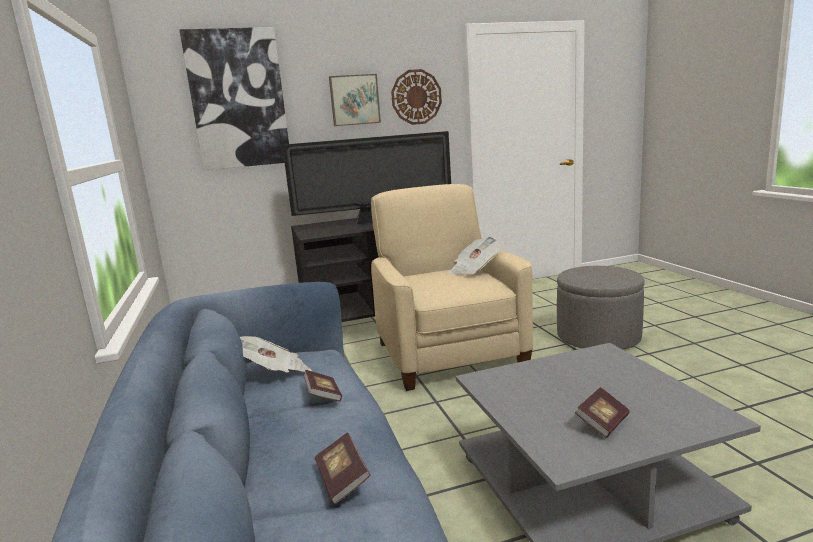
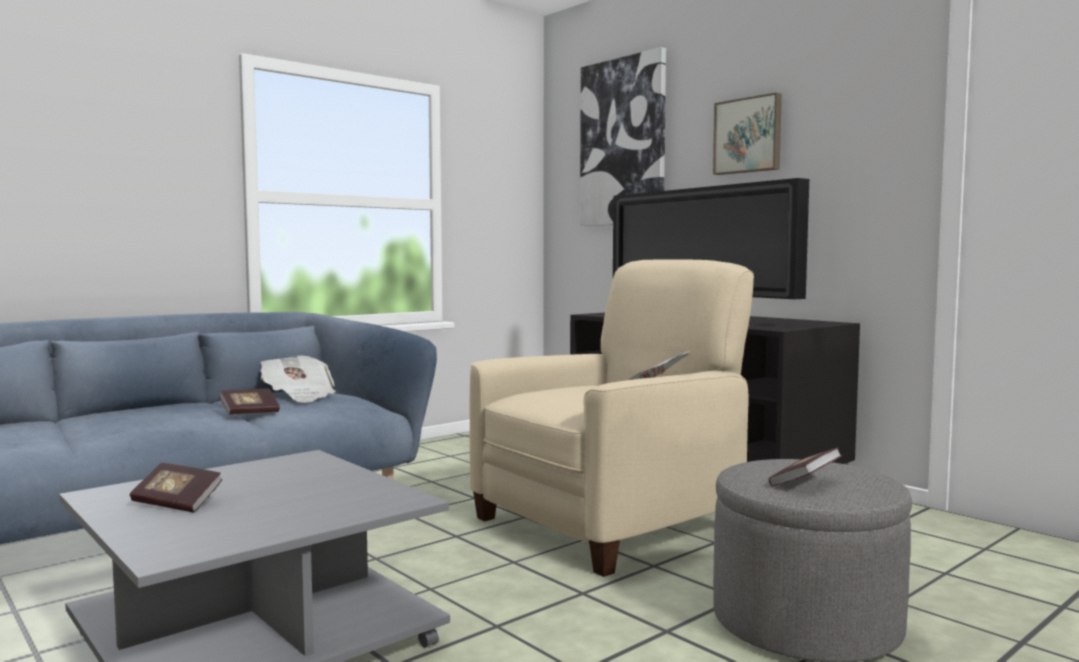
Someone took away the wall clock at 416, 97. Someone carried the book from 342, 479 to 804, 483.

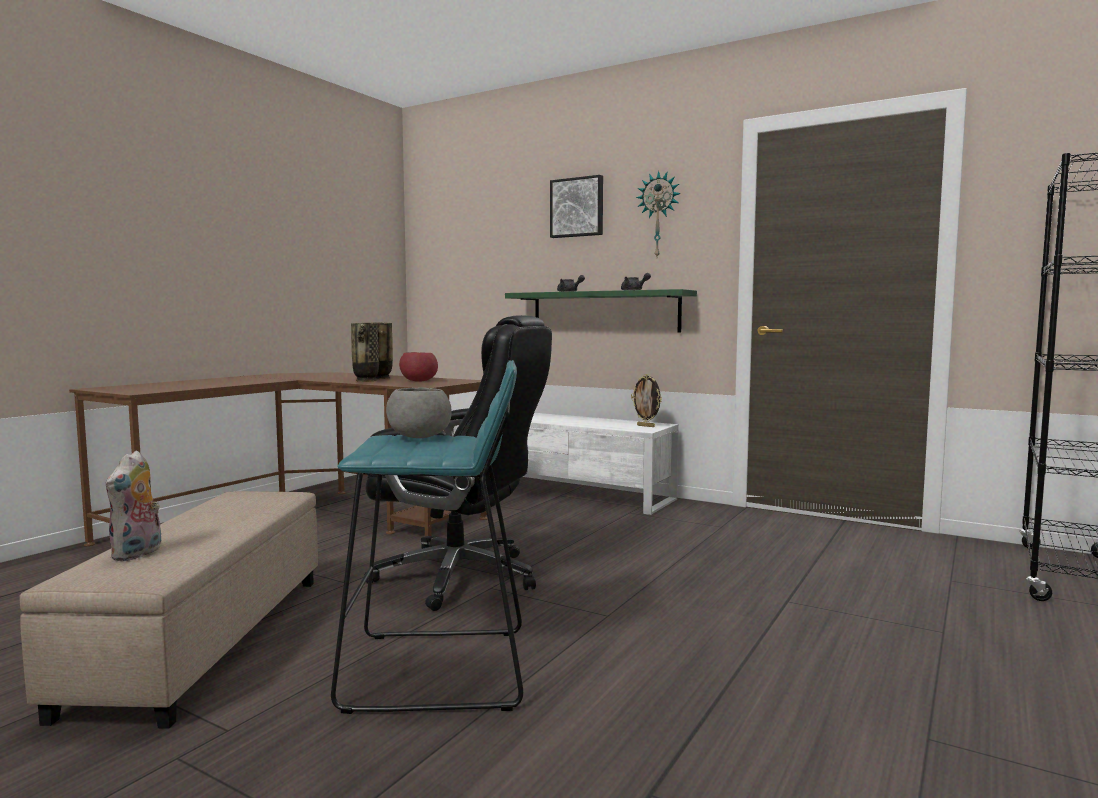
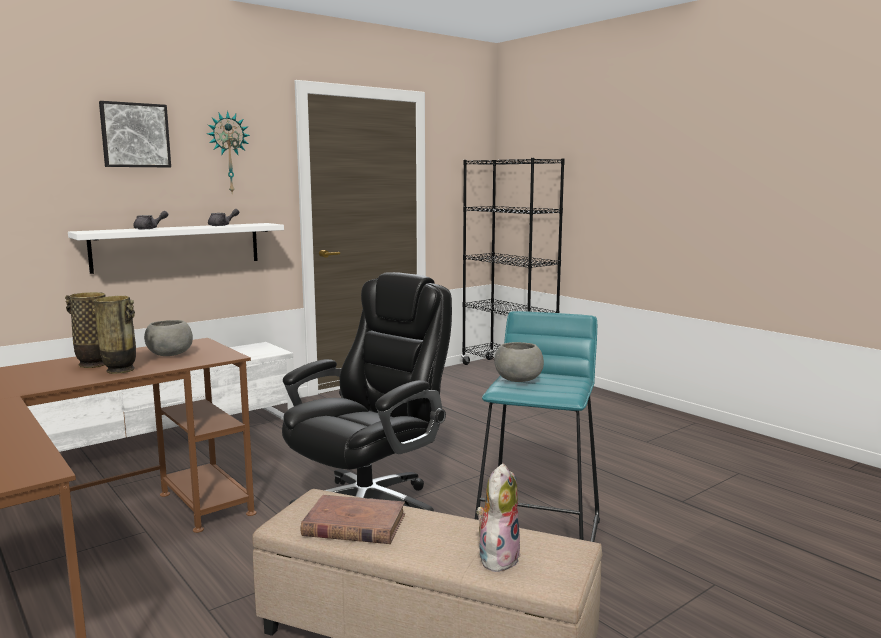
Someone took away the picture frame at 646, 426. Someone put down the book in brown at 353, 525. Someone repainted the bowl in red at 418, 381, which became the bowl in grey at 170, 355. Someone repainted the shelf in green at 604, 312, which became the shelf in white at 177, 246. Someone rotated the plush toy at 138, 554 by 90 degrees counterclockwise.

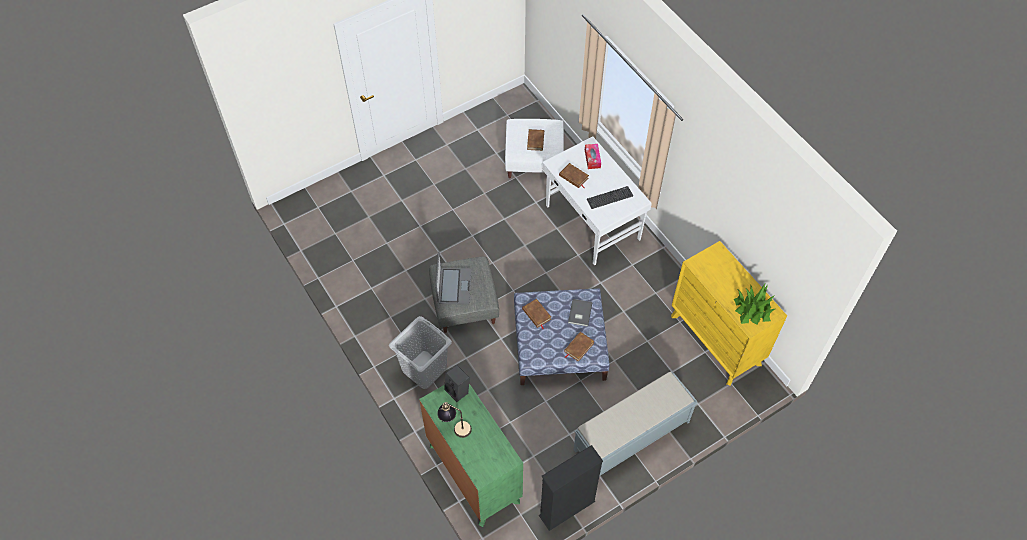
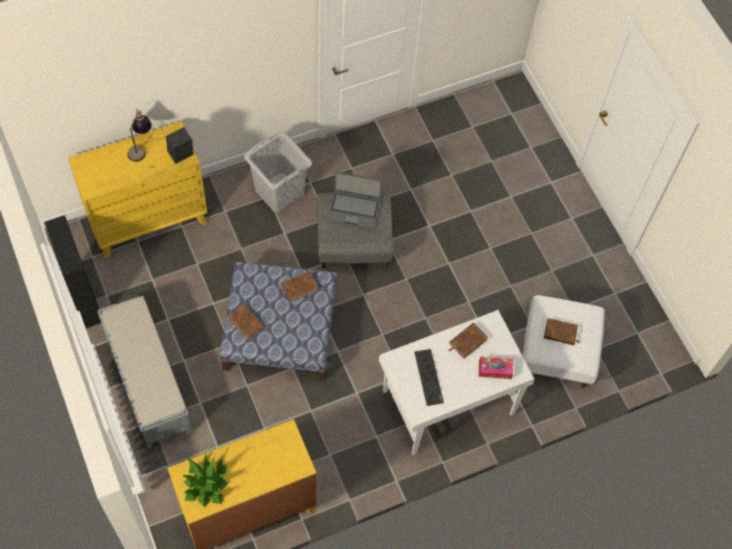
Someone took away the book in grey at 579, 313. Someone repainted the dresser in green at 473, 473, which became the dresser in yellow at 148, 221.

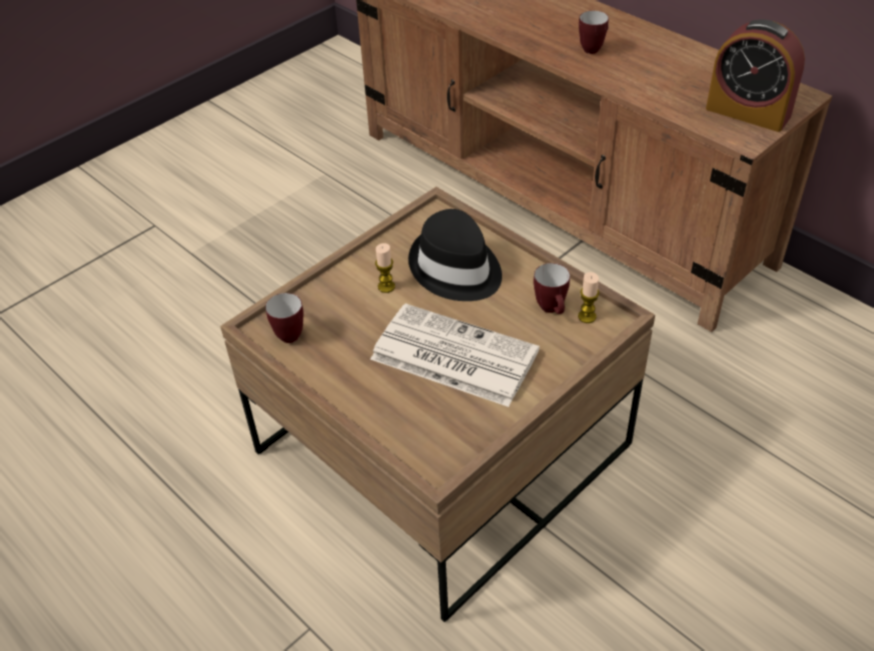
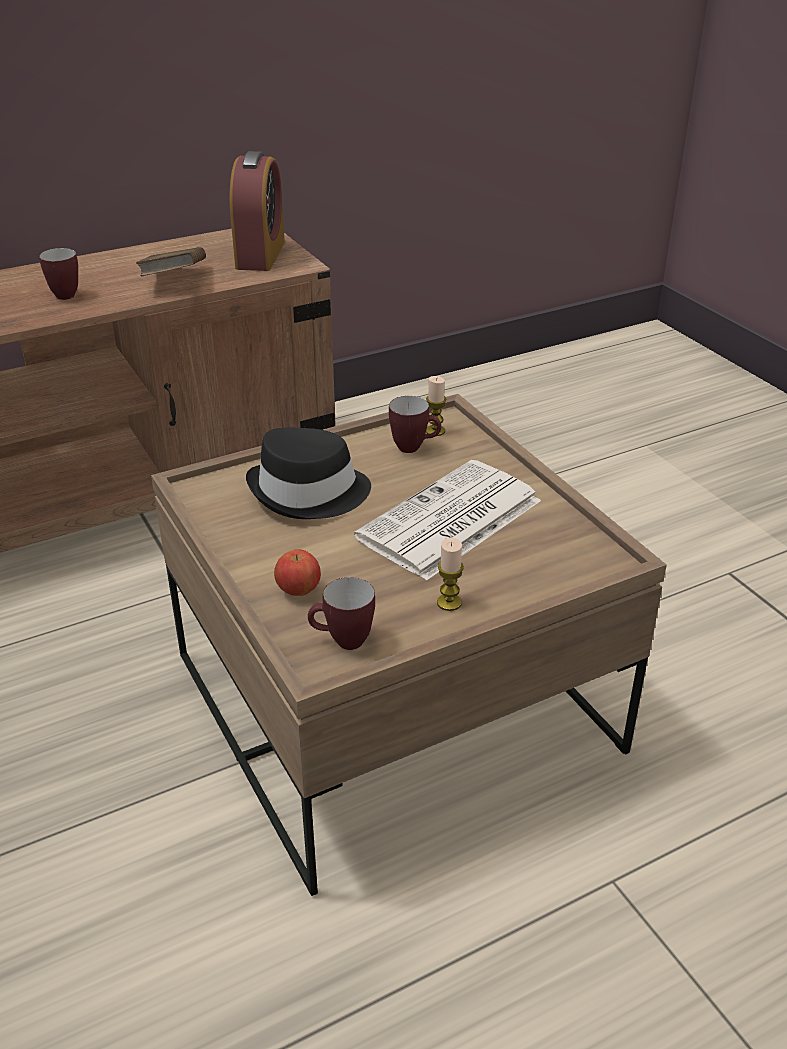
Someone put down the book in brown at 174, 281. Someone put down the apple at 298, 591. Someone carried the candle from 386, 286 to 449, 603. Someone rotated the alarm clock at 748, 112 by 45 degrees counterclockwise.

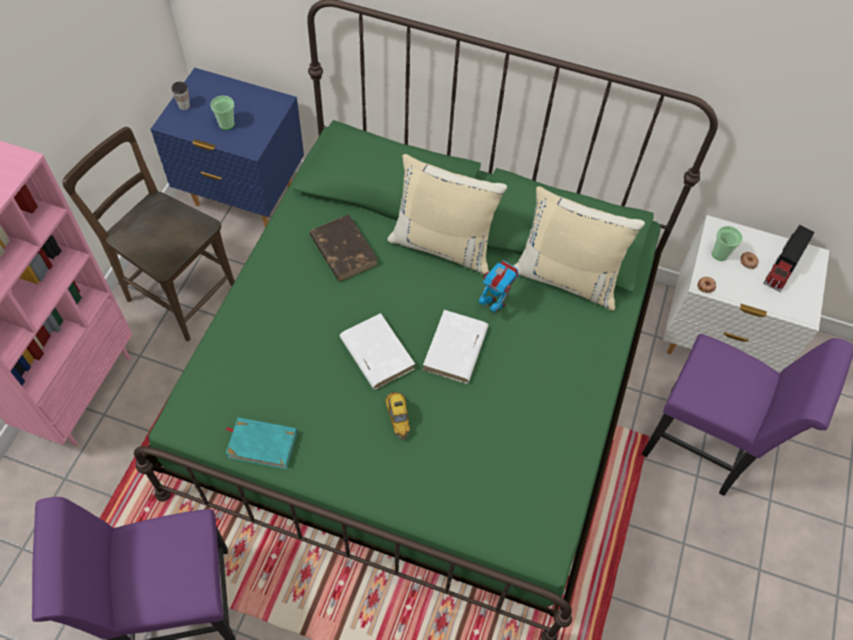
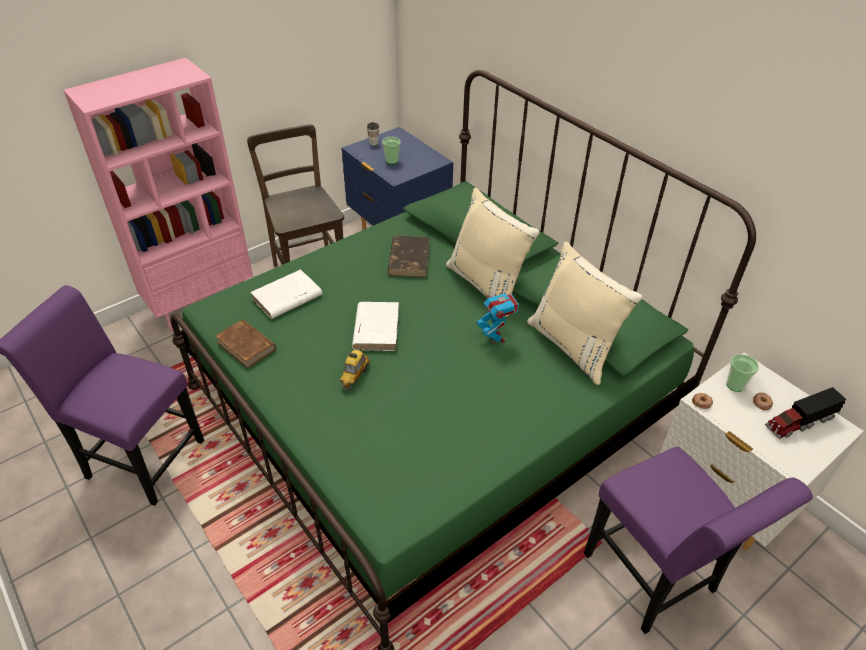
Someone carried the book in white from 455, 349 to 286, 298. Someone repainted the book in turquoise at 262, 444, which became the book in brown at 246, 345.

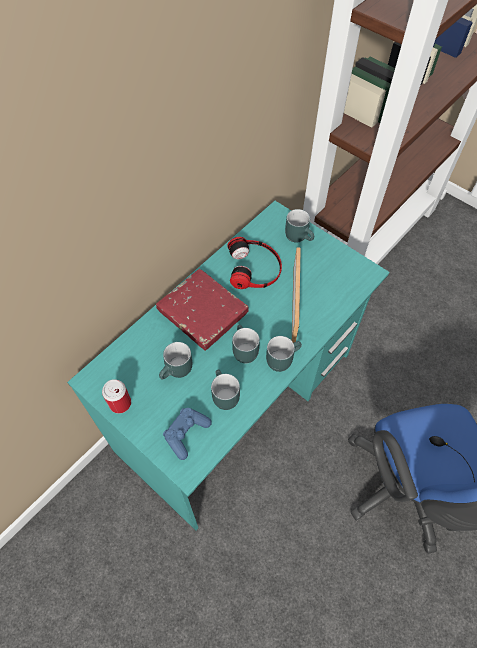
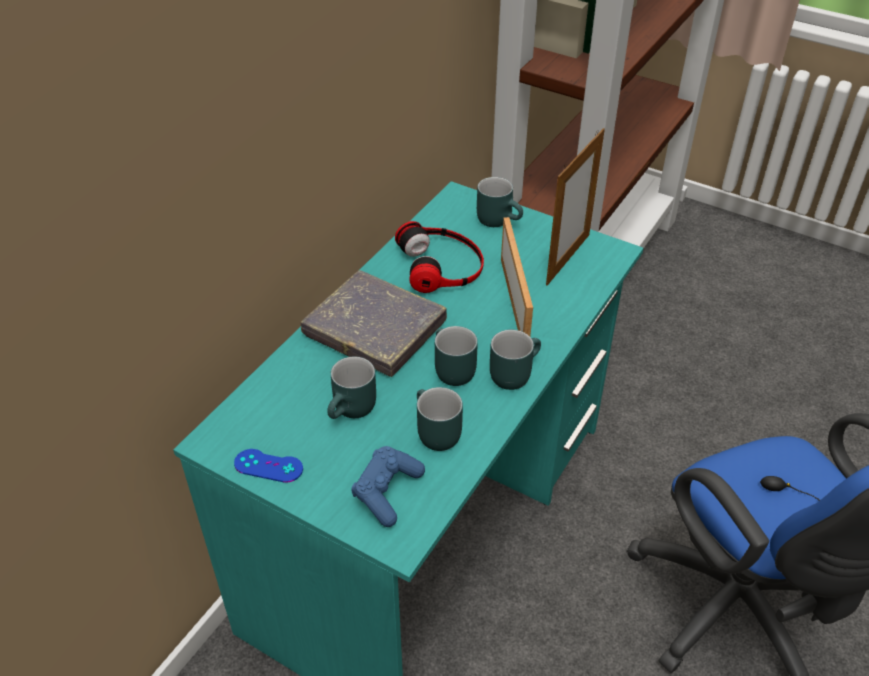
Someone put down the picture frame at 568, 259. Someone swapped the can at 120, 403 for the game controller in blue at 268, 466. Someone repainted the book in red at 202, 311, which became the book in grey at 375, 328.

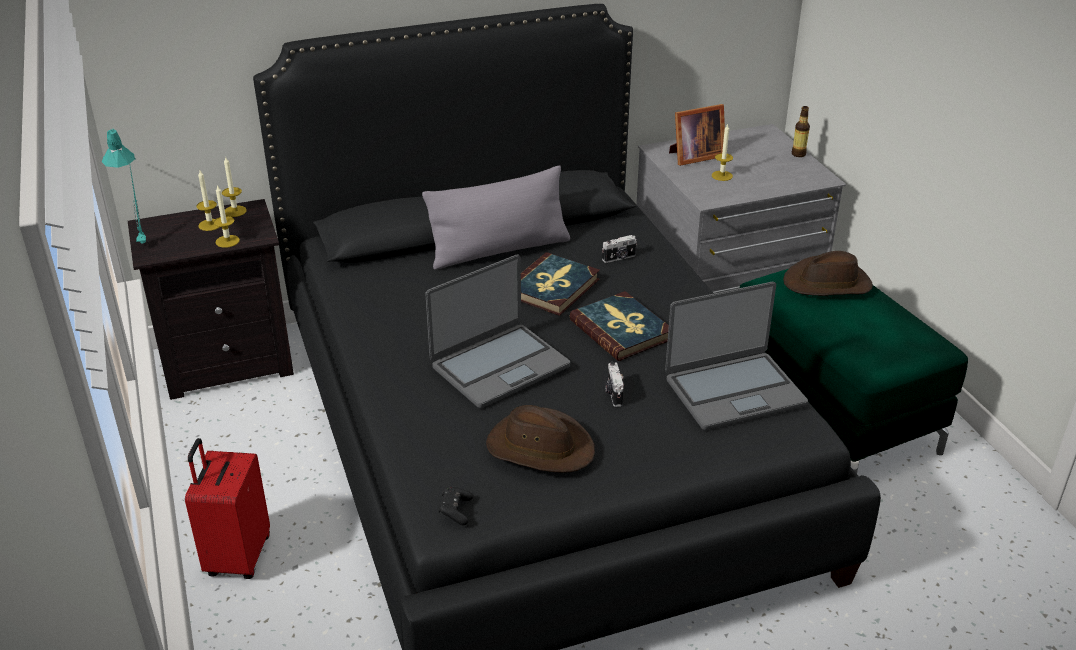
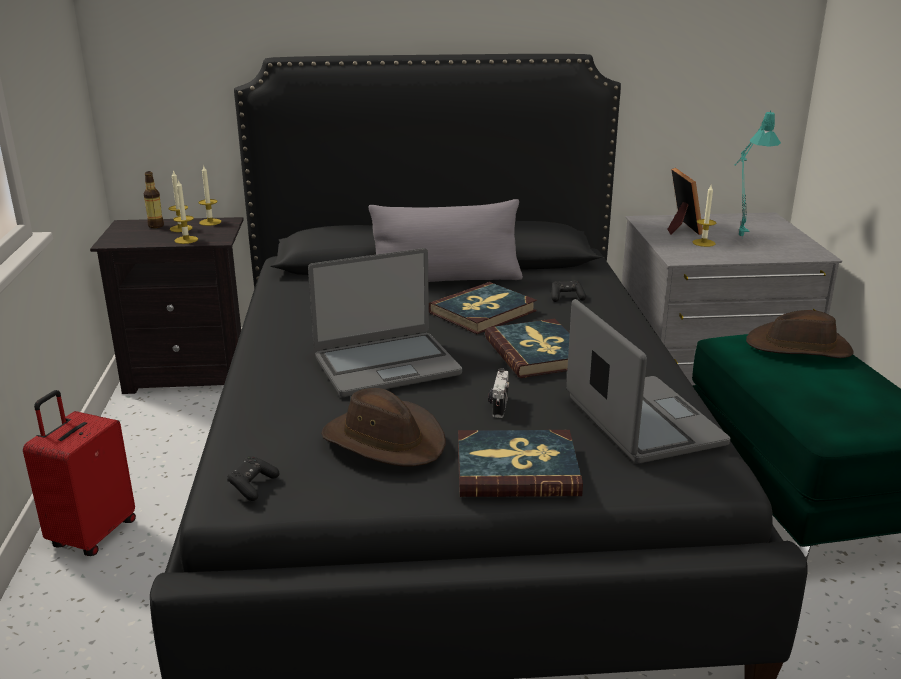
Someone put down the book at 516, 469. Someone carried the table lamp in turquoise from 143, 240 to 738, 235. Someone carried the bottle from 798, 154 to 156, 226. Someone swapped the photo camera at 619, 258 for the game controller in black at 566, 297. Someone rotated the laptop at 734, 391 by 105 degrees counterclockwise. Someone rotated the picture frame at 694, 156 by 90 degrees counterclockwise.

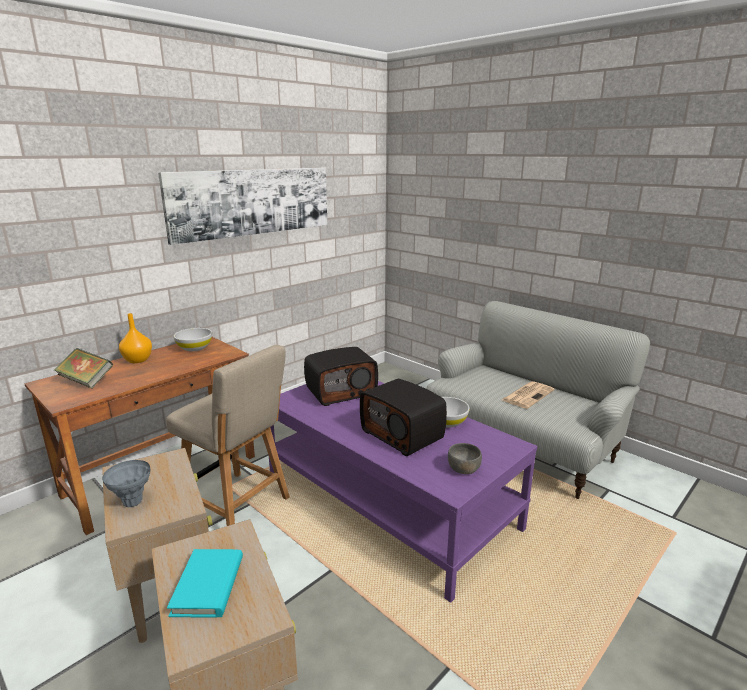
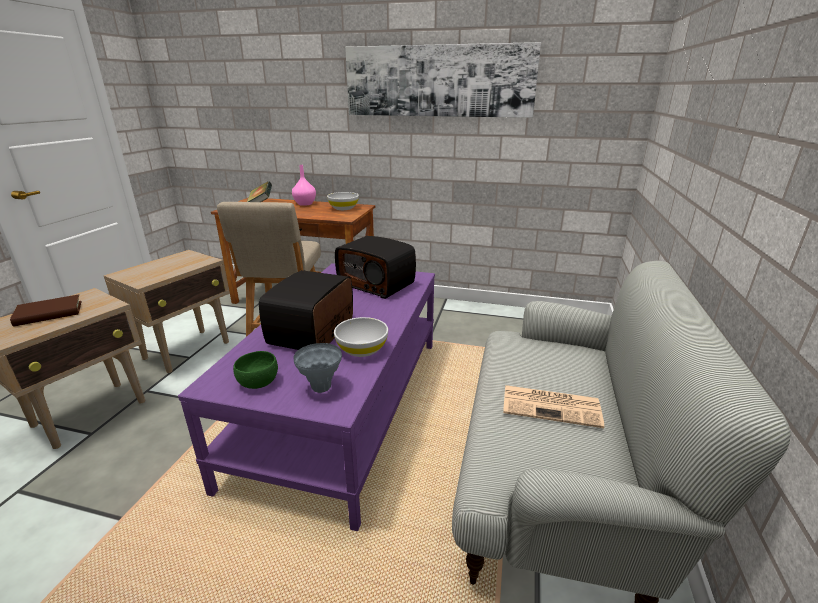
Someone carried the vase in grey from 132, 502 to 321, 388. Someone repainted the vase in orange at 138, 360, which became the vase in pink at 305, 204. Someone repainted the book in turquoise at 208, 586, which became the book in brown at 49, 313. Someone repainted the bowl in grey at 463, 469, which became the bowl in green at 258, 382.

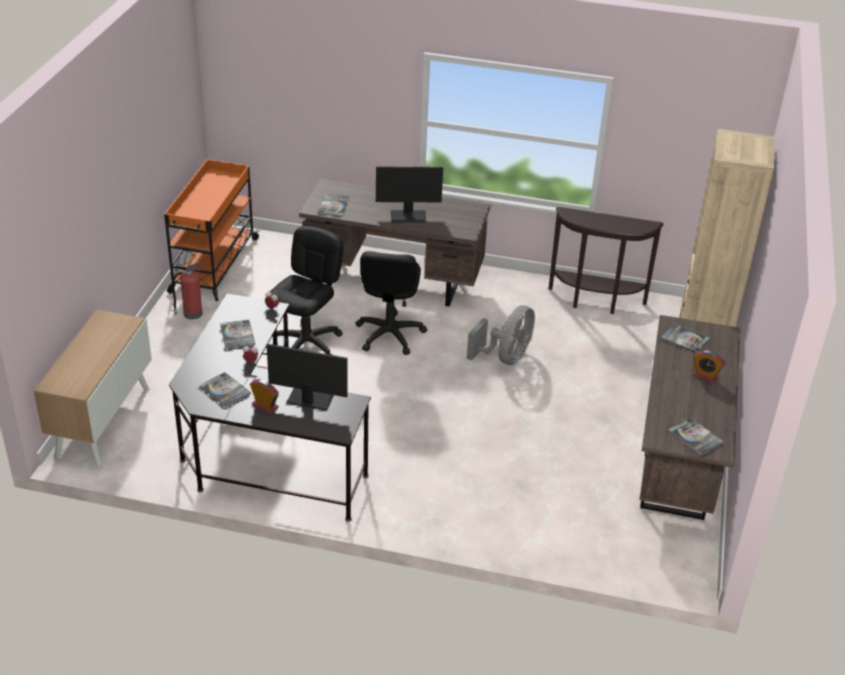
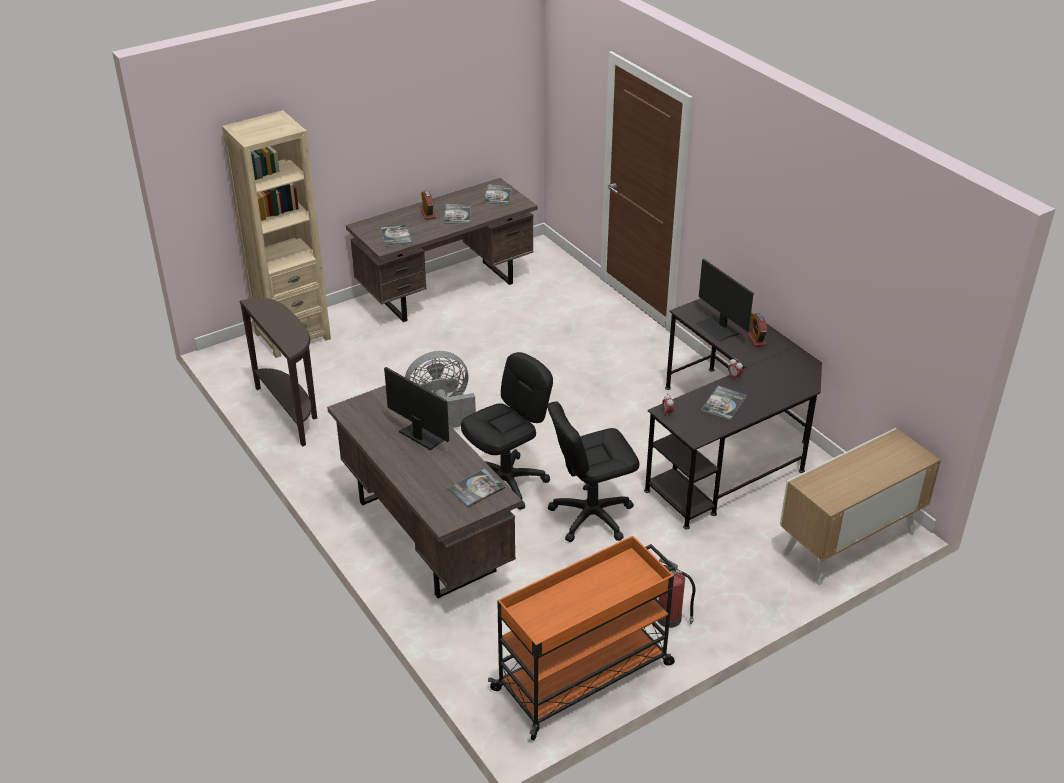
Someone carried the book from 225, 390 to 457, 214.

